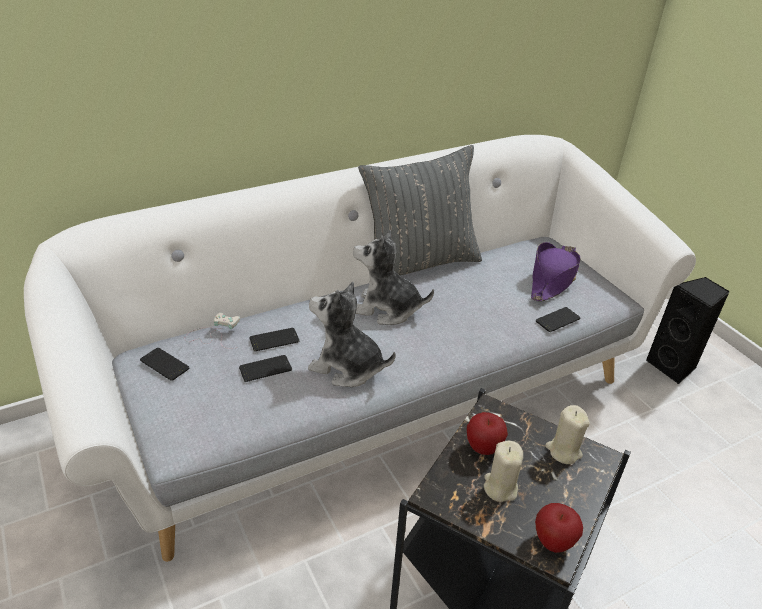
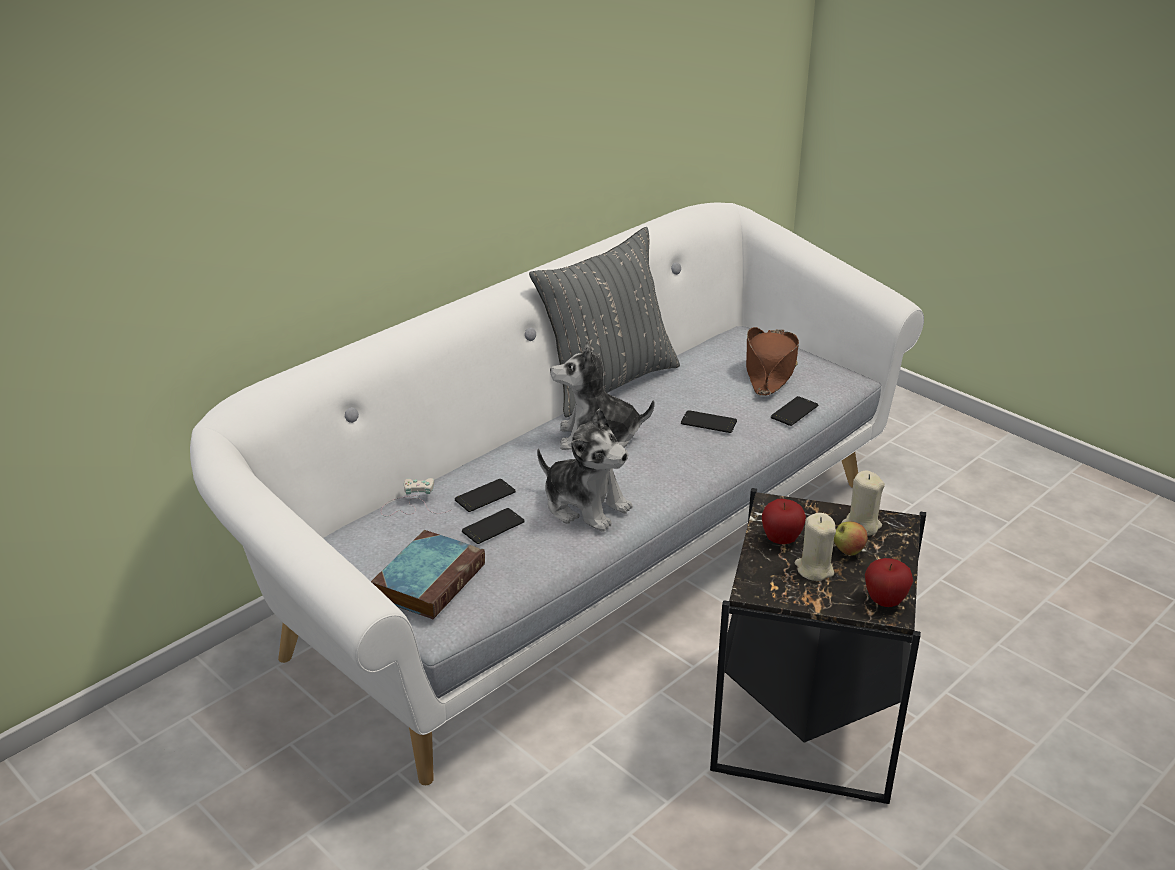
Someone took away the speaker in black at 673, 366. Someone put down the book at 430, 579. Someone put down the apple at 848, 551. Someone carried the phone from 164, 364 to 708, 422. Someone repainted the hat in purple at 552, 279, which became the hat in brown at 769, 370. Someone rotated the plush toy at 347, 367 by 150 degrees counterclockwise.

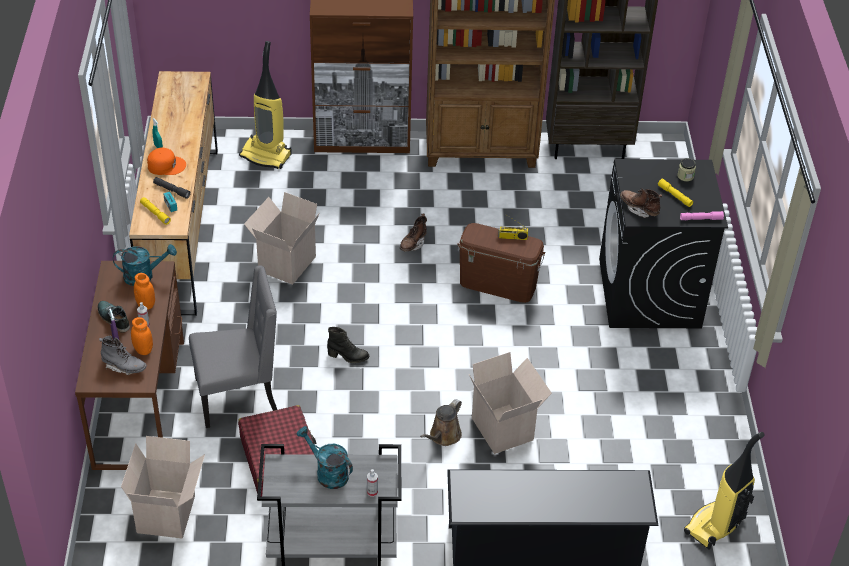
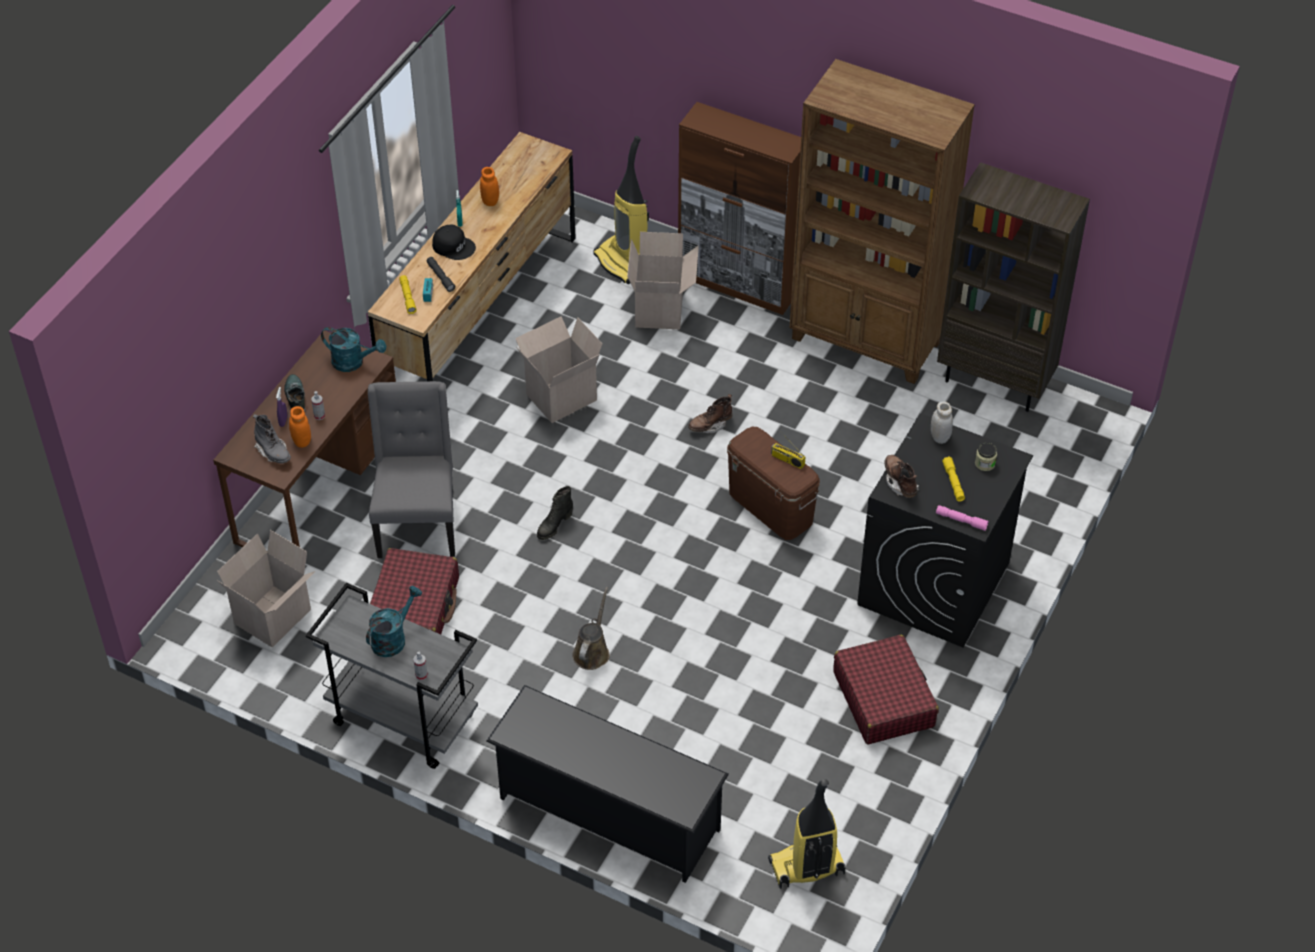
Someone put down the suitcase in red at 883, 699. Someone put down the jar in white at 940, 437. Someone carried the jar in orange from 146, 305 to 490, 201. Someone carried the cardboard box from 504, 429 to 661, 310. Someone repainted the cap in orange at 166, 165, which became the cap in black at 454, 246. Someone rotated the chair in grey at 238, 396 by 105 degrees counterclockwise. Someone rotated the watering can in turquoise at 327, 473 by 60 degrees clockwise. Someone rotated the boot in black at 348, 356 by 90 degrees clockwise. Someone rotated the watering can in brown at 443, 436 by 135 degrees clockwise.

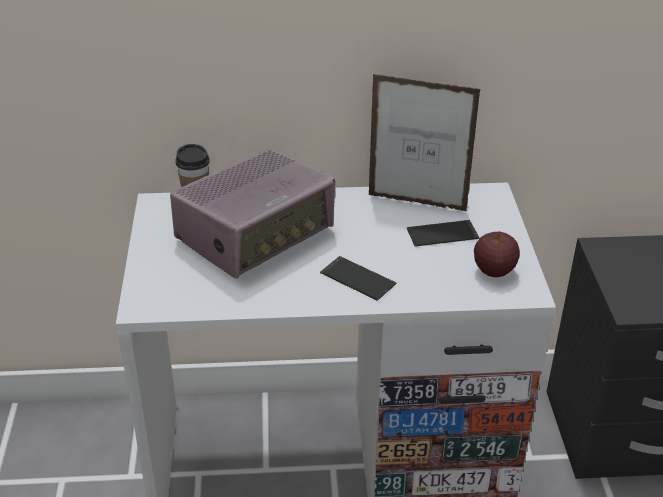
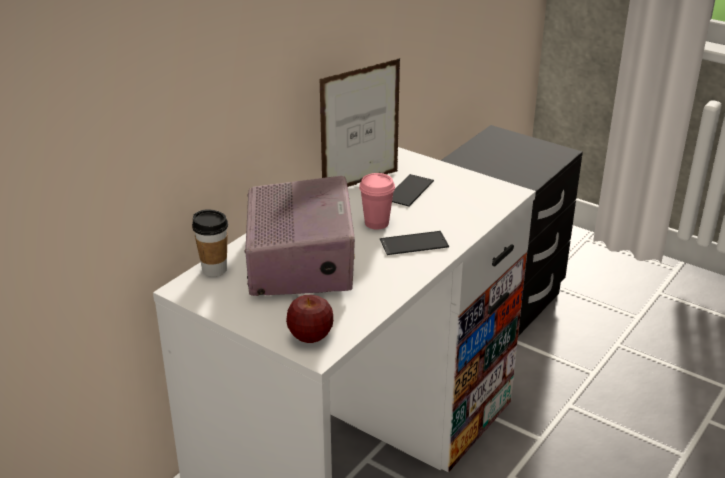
Someone put down the cup in pink at 376, 223. Someone carried the apple from 494, 271 to 310, 336.

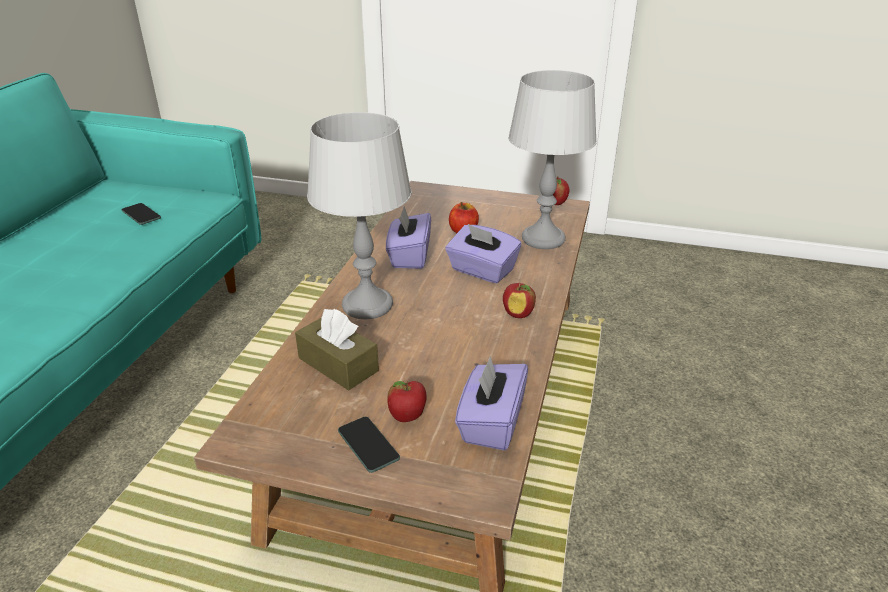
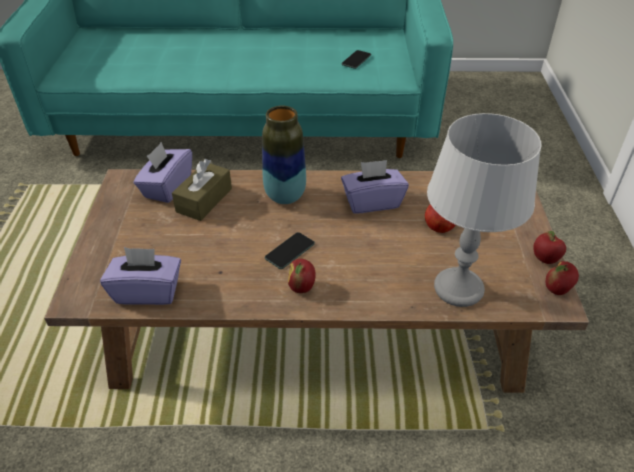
Someone carried the phone from 368, 444 to 289, 251. Someone carried the apple from 407, 417 to 544, 259. Someone carried the tissue box in purple from 481, 271 to 167, 187. Someone swapped the table lamp in grey at 367, 305 for the vase at 285, 196.

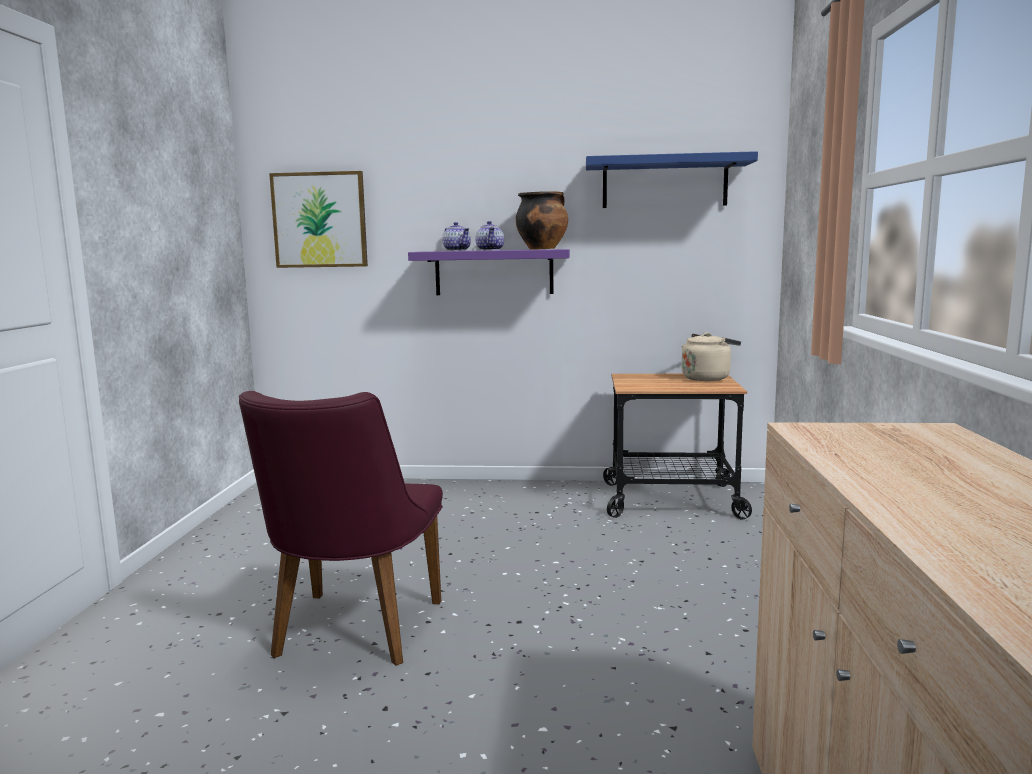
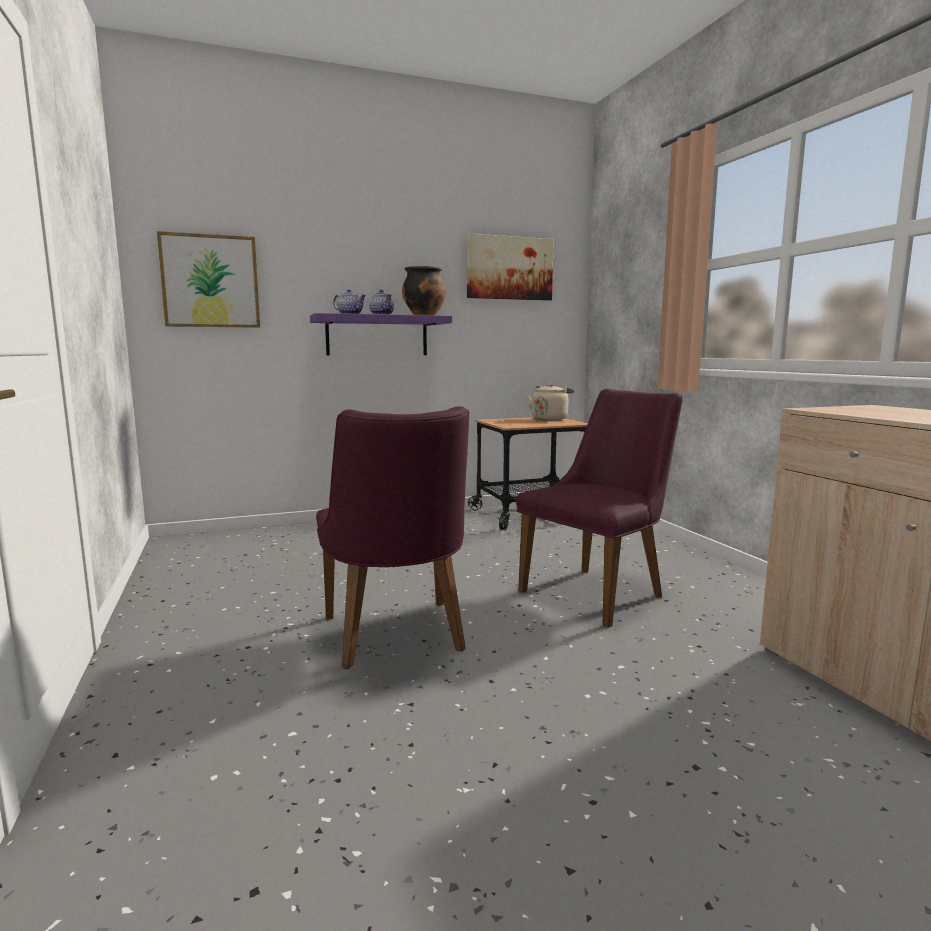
Someone put down the chair in purple at 601, 591. Someone swapped the shelf in blue at 664, 183 for the picture at 509, 268.

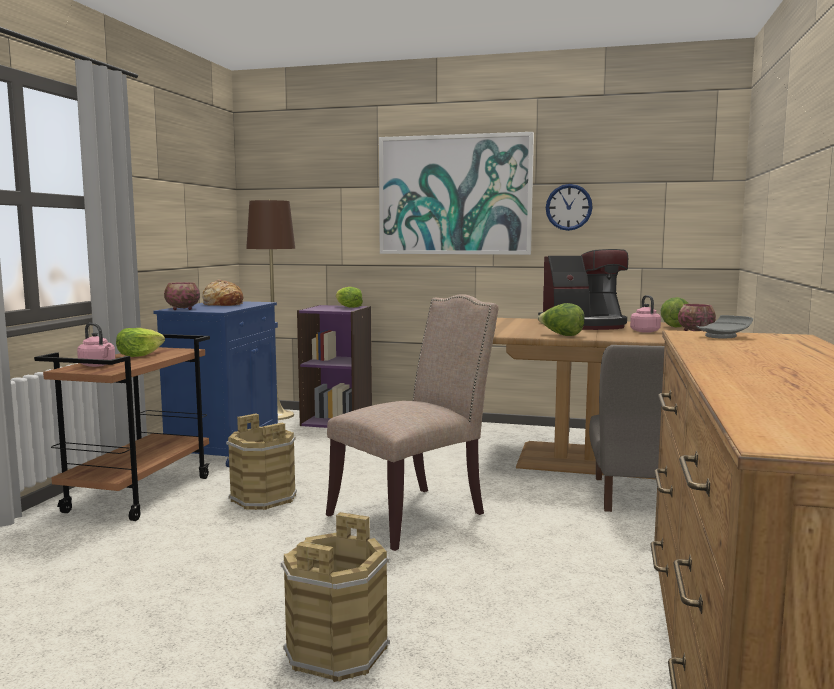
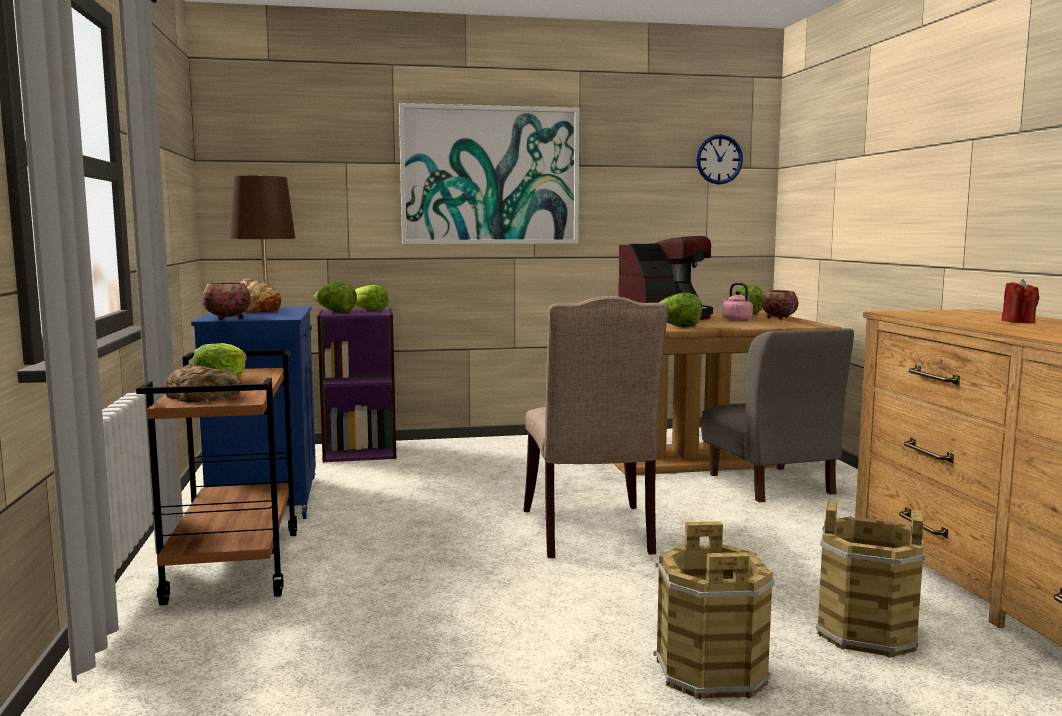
Someone took away the plate in grey at 724, 336. Someone put down the lettuce at 335, 312. Someone put down the candle in red at 1018, 322. Someone carried the bucket in brown from 262, 498 to 866, 633. Someone carried the wall clock from 568, 207 to 719, 159. Someone swapped the kettle in pink at 98, 365 for the bread at 204, 395. Someone rotated the chair in beige at 413, 514 by 150 degrees clockwise.

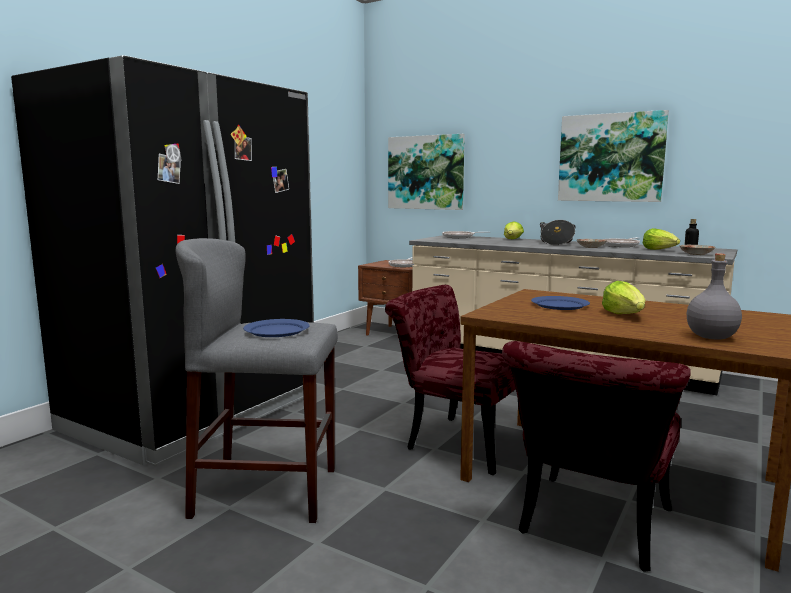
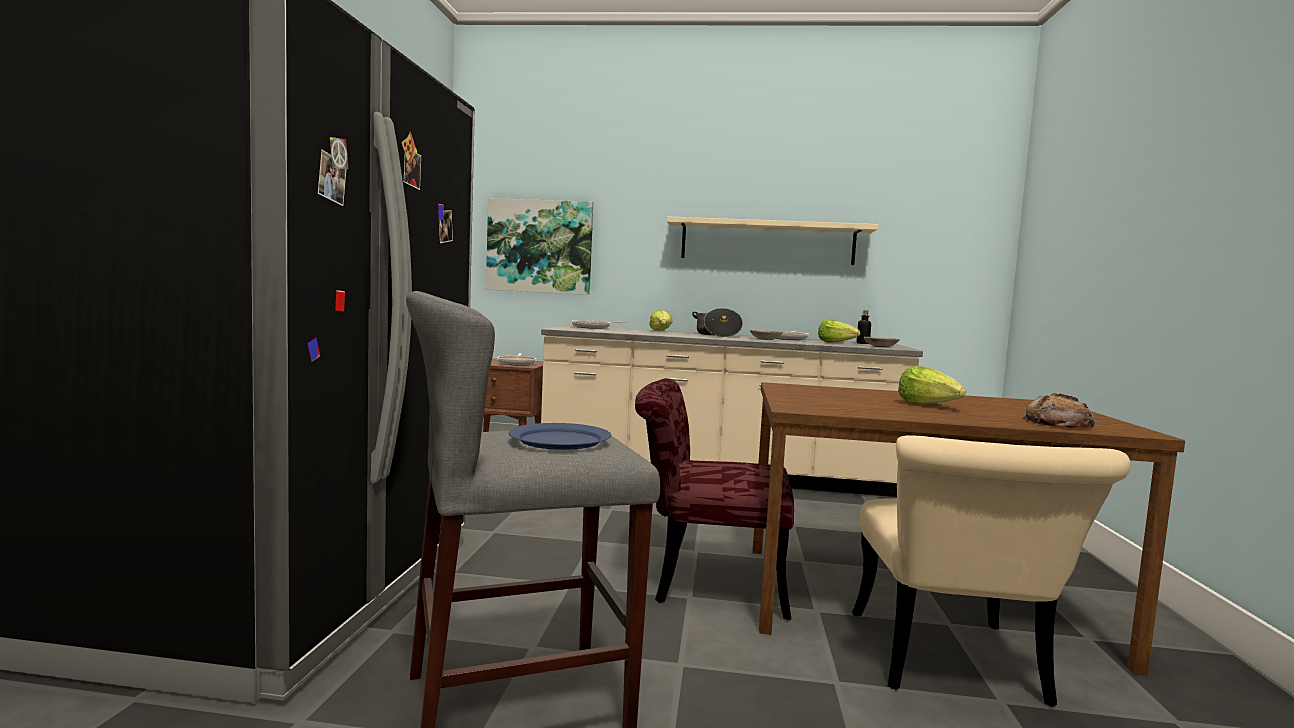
Someone took away the plate in blue at 559, 305. Someone swapped the picture at 611, 158 for the shelf in beige at 767, 242. Someone swapped the bottle in grey at 712, 337 for the bread at 1058, 423. Someone repainted the chair in red at 590, 529, which became the chair in beige at 953, 668.

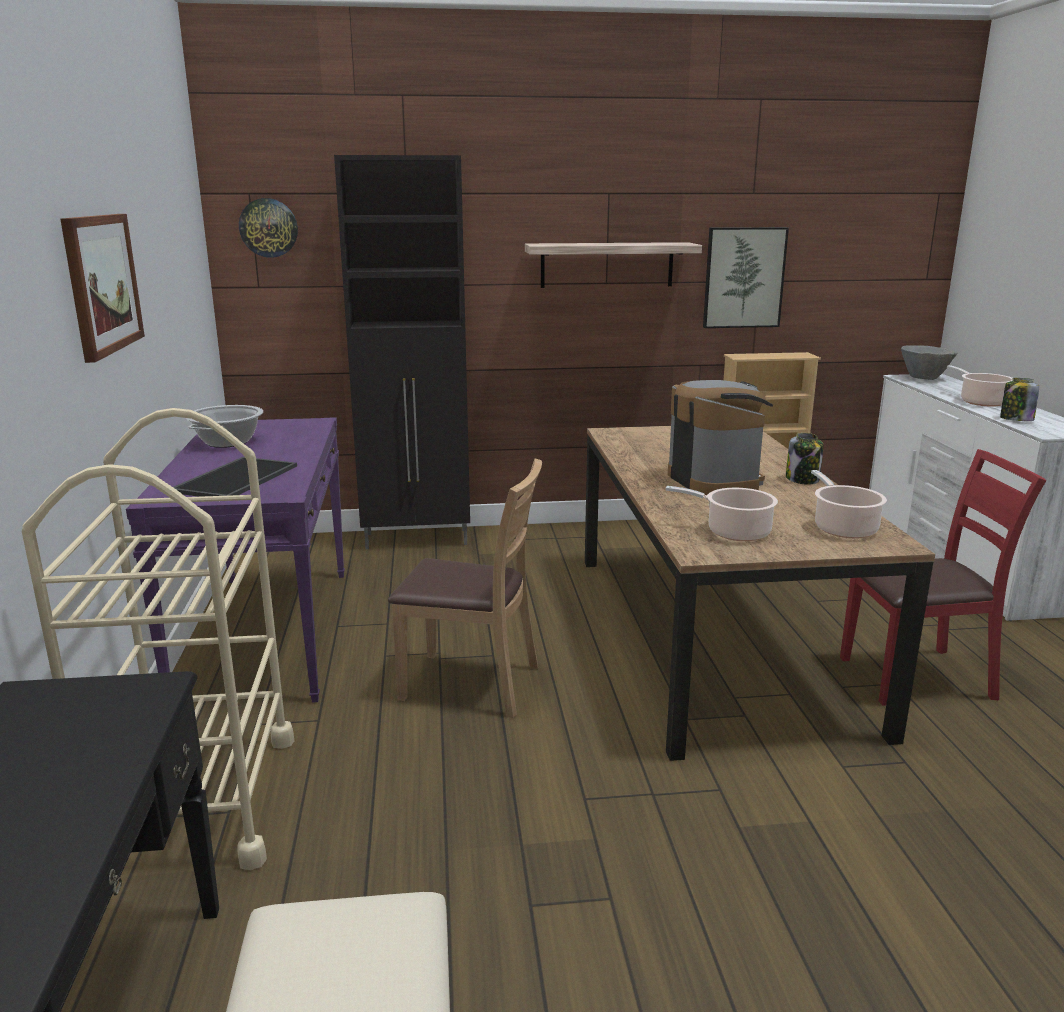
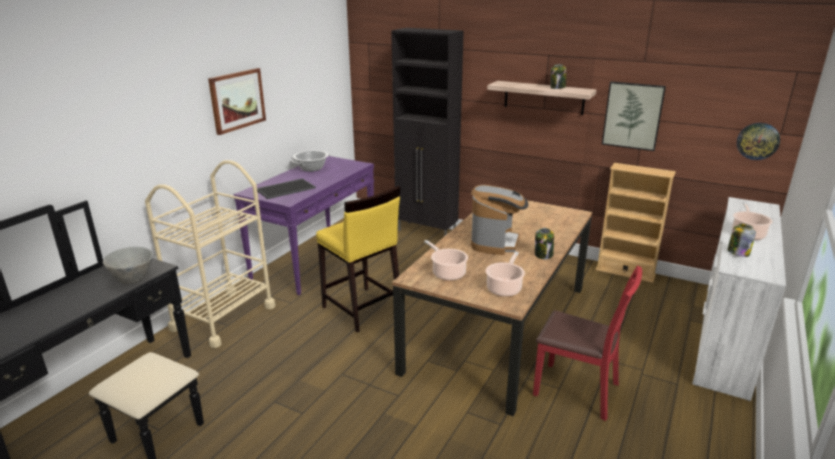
Someone put down the jar at 557, 87. Someone carried the wall clock from 268, 228 to 758, 141. Someone carried the bowl in grey from 924, 378 to 133, 279. Someone swapped the chair in brown at 472, 683 for the stool in yellow at 362, 309.

